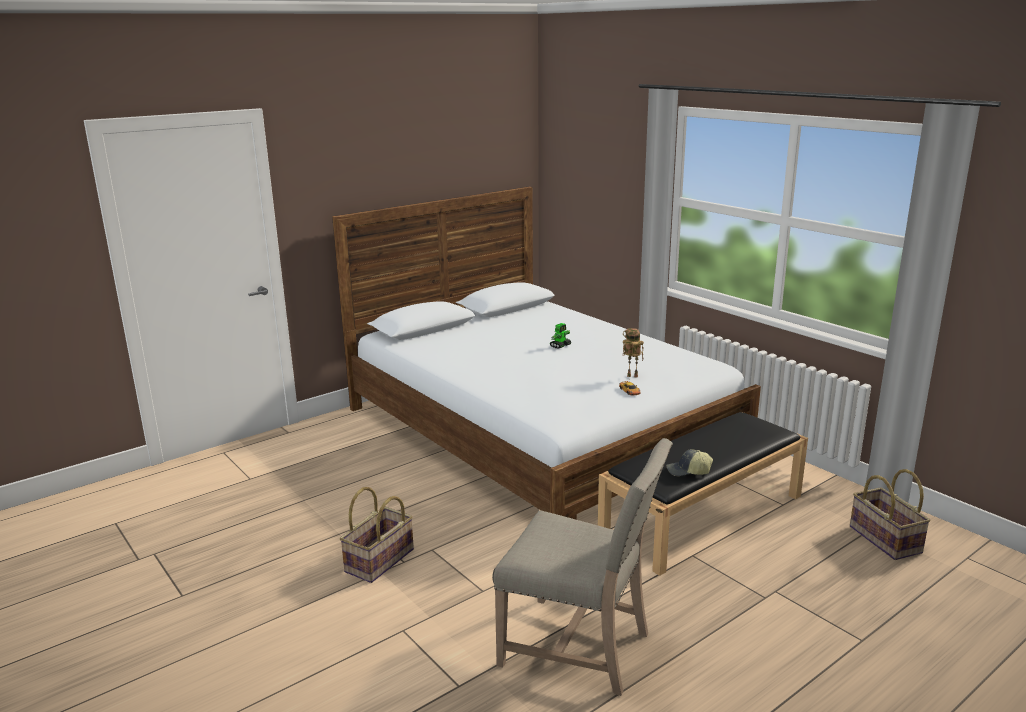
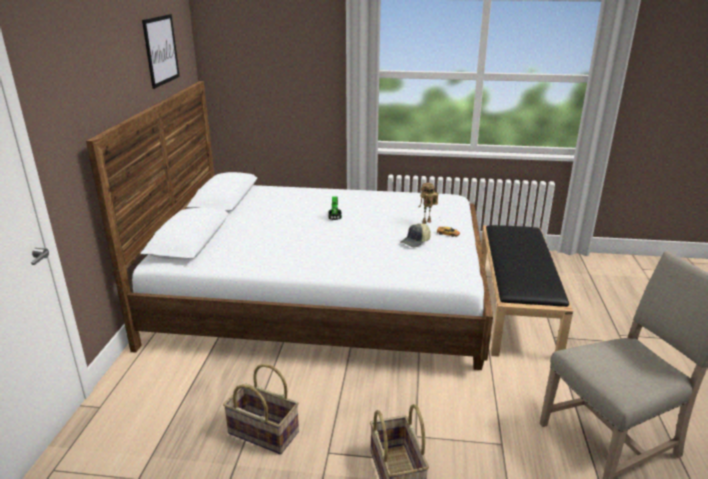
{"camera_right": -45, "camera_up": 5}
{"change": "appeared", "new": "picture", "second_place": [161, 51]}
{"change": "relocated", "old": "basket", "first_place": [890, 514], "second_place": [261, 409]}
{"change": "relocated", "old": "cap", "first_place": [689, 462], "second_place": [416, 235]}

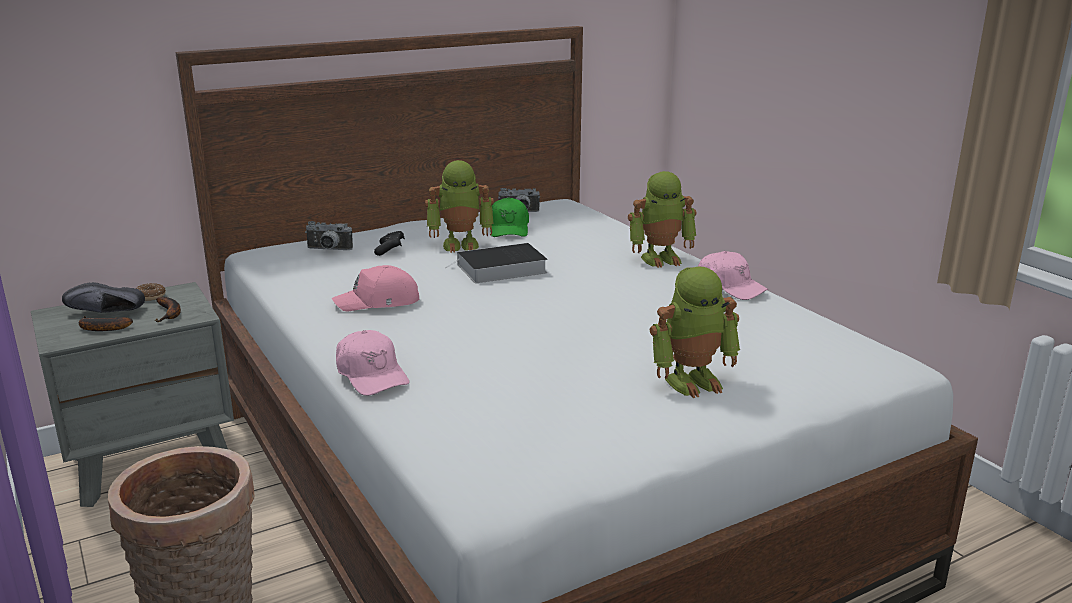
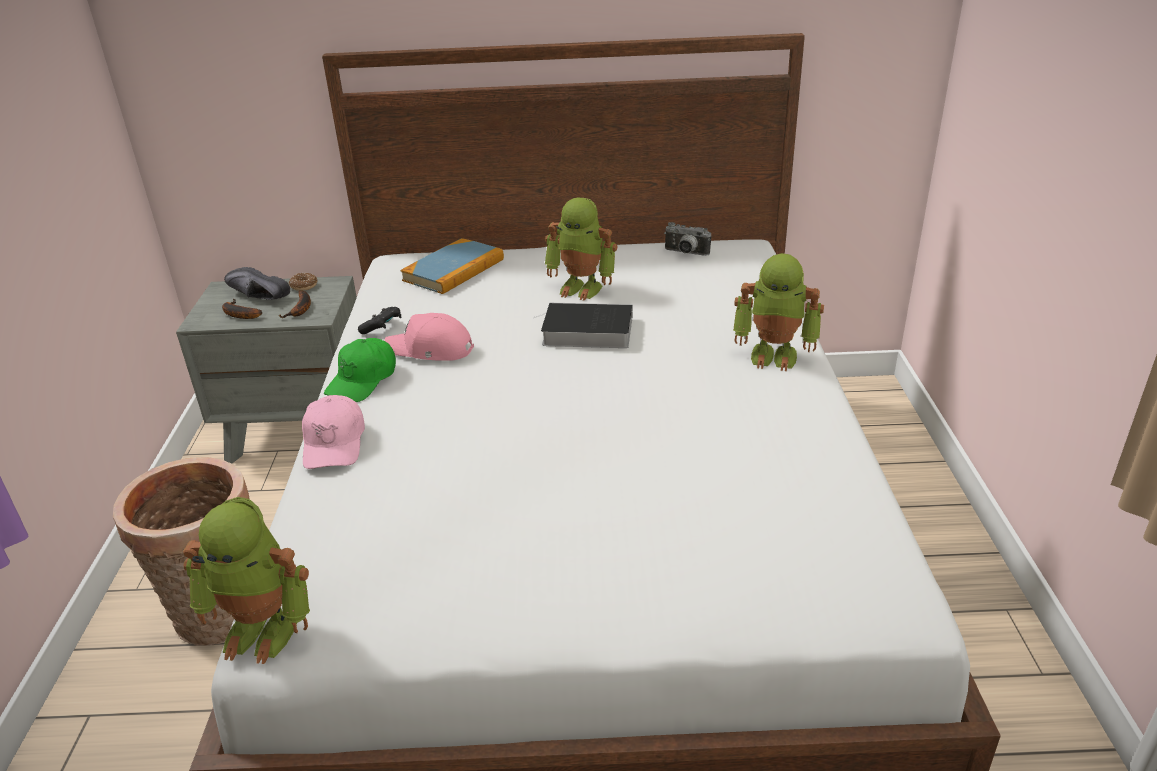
{"camera_right": 30, "camera_up": 10}
{"change": "relocated", "old": "toy robot", "first_place": [695, 332], "second_place": [246, 580]}
{"change": "relocated", "old": "green cap", "first_place": [509, 217], "second_place": [360, 370]}
{"change": "relocated", "old": "black game controller", "first_place": [389, 243], "second_place": [379, 320]}
{"change": "exchanged", "old": "photo camera", "new": "book", "first_place": [329, 235], "second_place": [452, 266]}
{"change": "missing", "old": "pink cap", "first_place": [733, 275]}

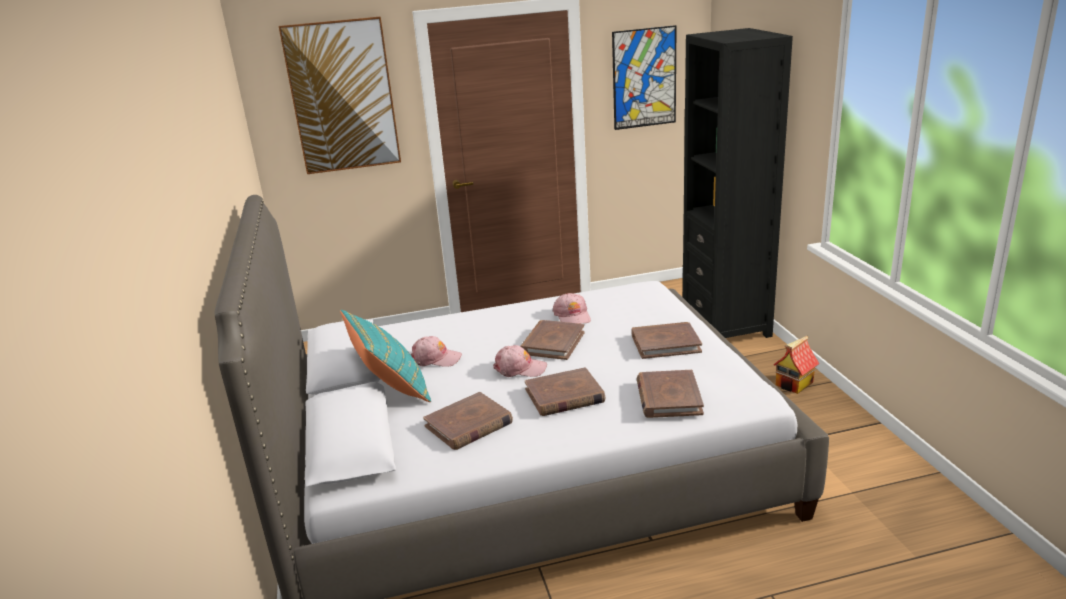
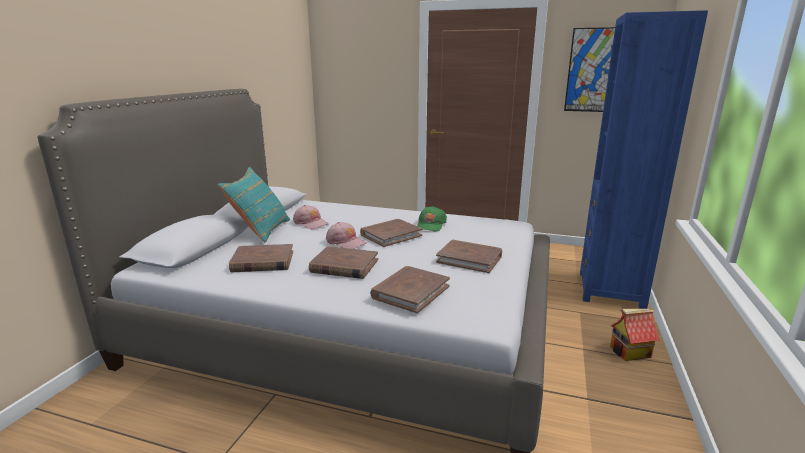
{"camera_right": 30, "camera_up": -5}
{"change": "colour", "old": "pink cap", "new": "green cap", "first_place": [572, 308], "second_place": [432, 218]}
{"change": "colour", "old": "black bookcase", "new": "blue bookcase", "first_place": [738, 183], "second_place": [644, 159]}
{"change": "missing", "old": "picture", "first_place": [340, 95]}

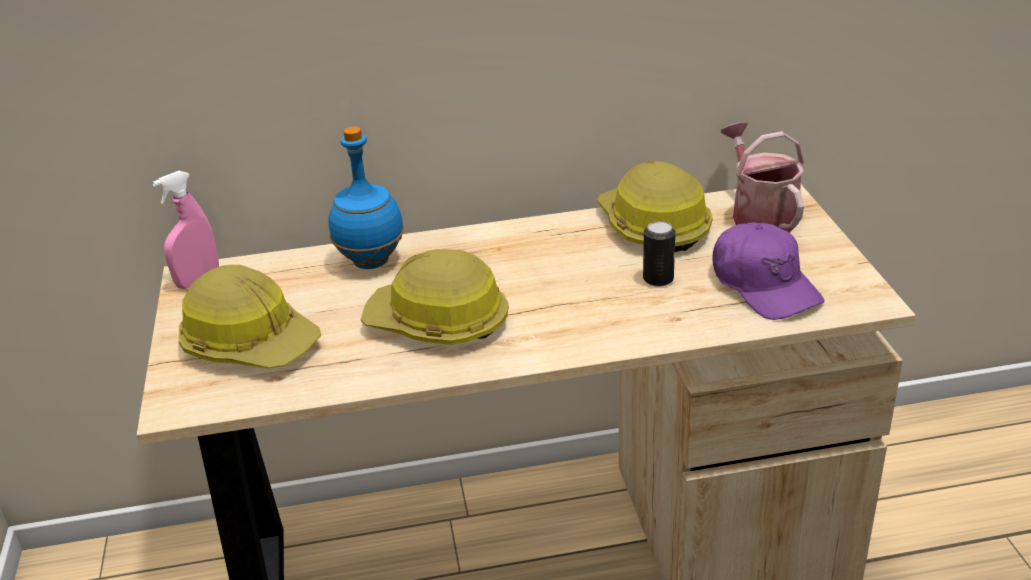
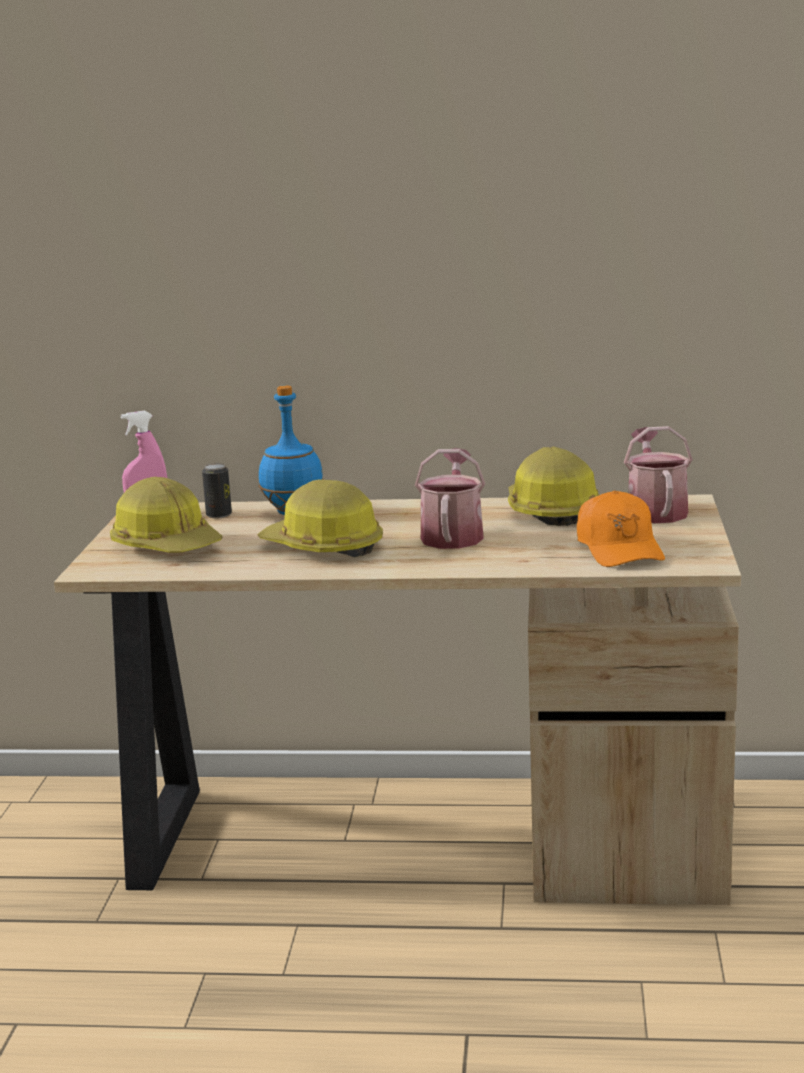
{"camera_right": 15, "camera_up": -15}
{"change": "relocated", "old": "can", "first_place": [659, 254], "second_place": [217, 491]}
{"change": "appeared", "new": "watering can", "second_place": [450, 498]}
{"change": "colour", "old": "purple cap", "new": "orange cap", "first_place": [769, 271], "second_place": [621, 528]}

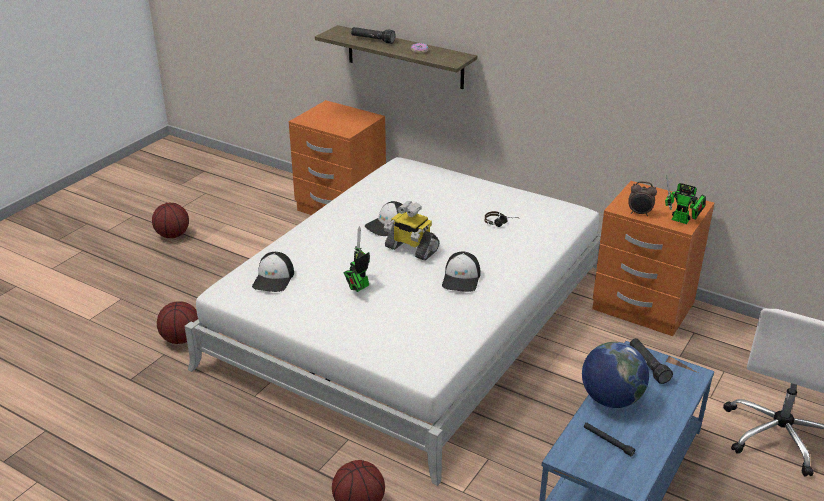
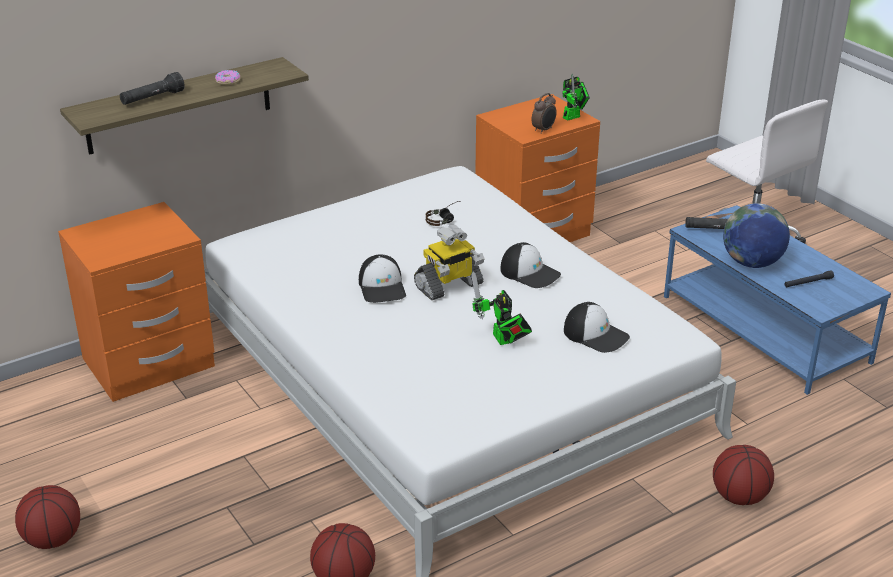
{"camera_right": -65, "camera_up": 0}
{"change": "relocated", "old": "cap", "first_place": [273, 272], "second_place": [597, 327]}

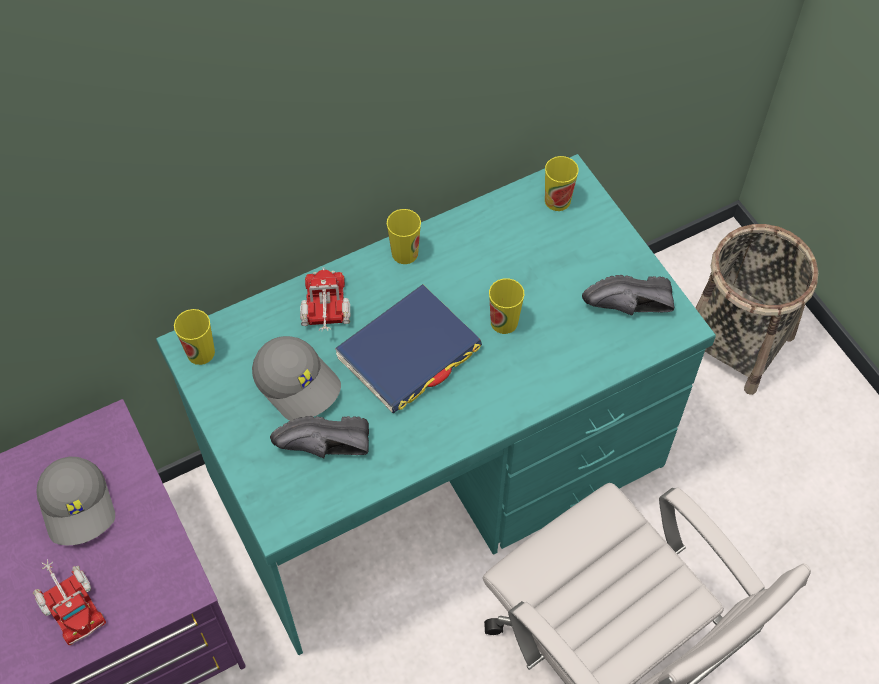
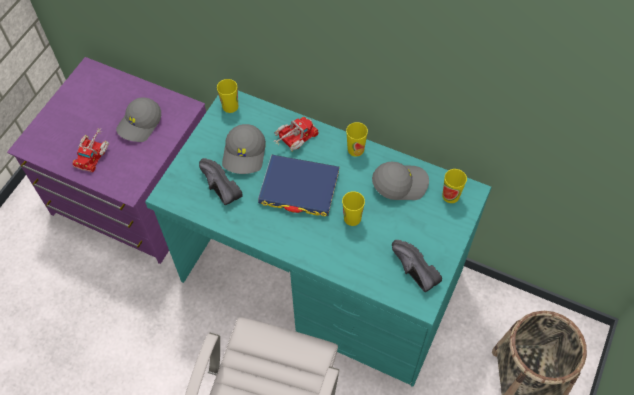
{"camera_right": 55, "camera_up": 0}
{"change": "appeared", "new": "grey cap", "second_place": [400, 180]}

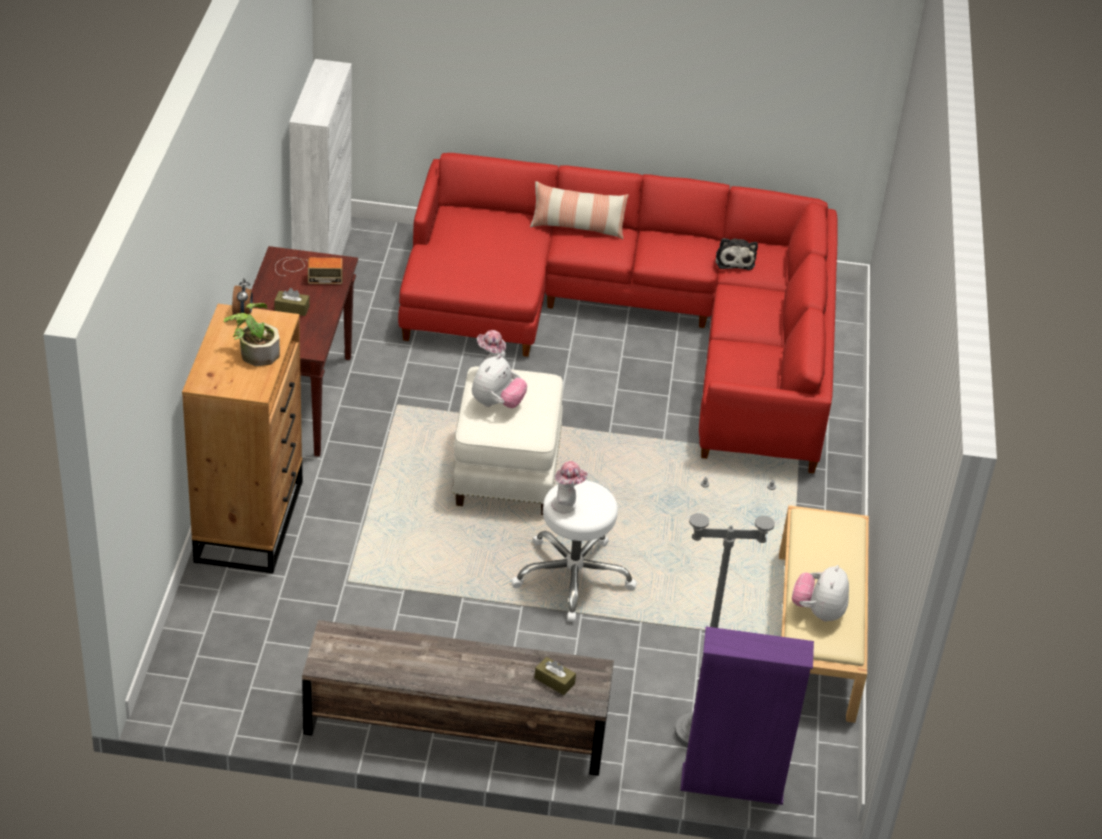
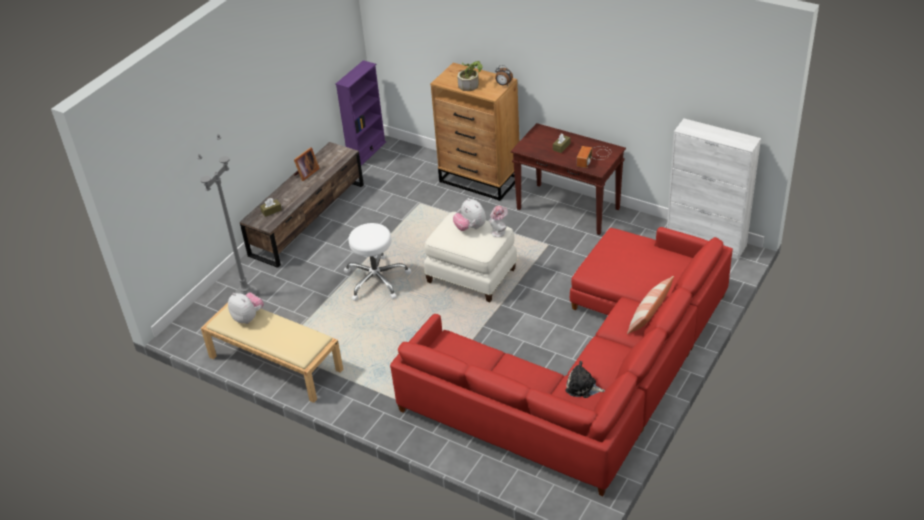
{"camera_right": 120, "camera_up": 0}
{"change": "appeared", "new": "picture frame", "second_place": [307, 164]}
{"change": "relocated", "old": "purple bookcase", "first_place": [747, 715], "second_place": [360, 113]}
{"change": "missing", "old": "hat", "first_place": [569, 487]}

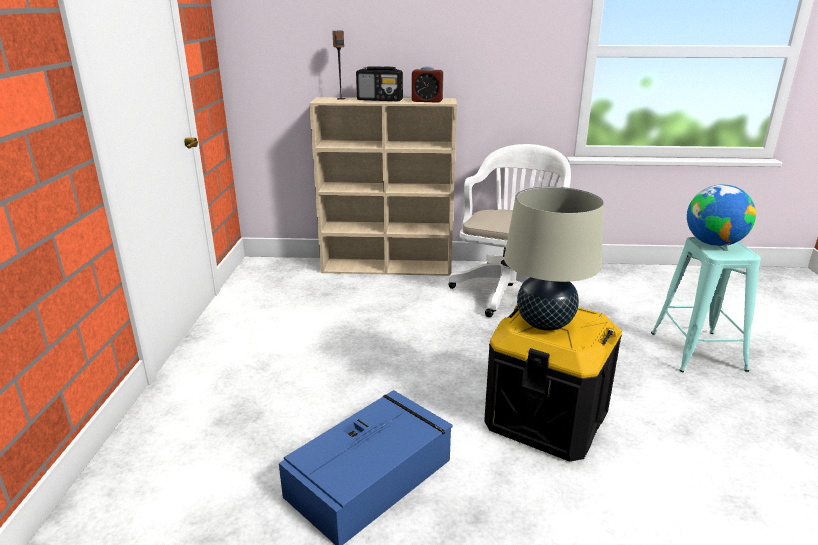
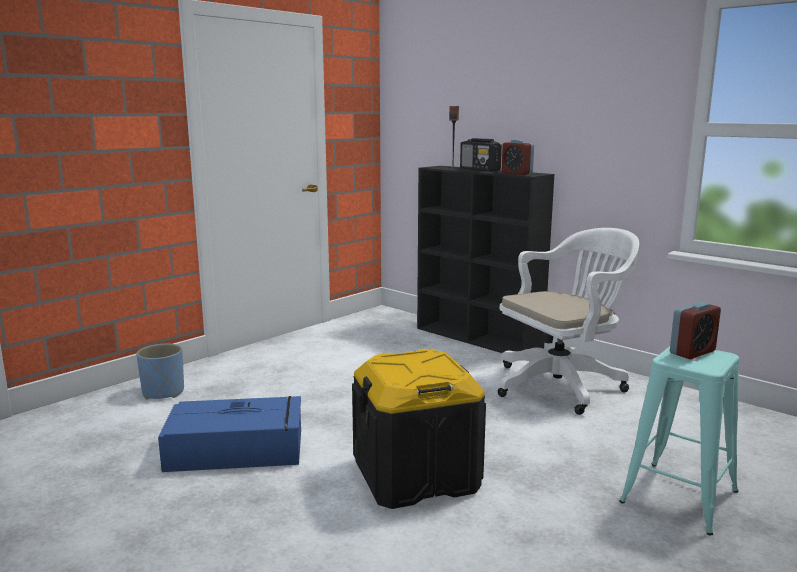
{"camera_right": 40, "camera_up": -10}
{"change": "appeared", "new": "blue planter", "second_place": [160, 371]}
{"change": "colour", "old": "beige bookcase", "new": "black bookcase", "first_place": [383, 186], "second_place": [485, 259]}
{"change": "exchanged", "old": "globe", "new": "alarm clock", "first_place": [721, 215], "second_place": [695, 330]}
{"change": "missing", "old": "beige table lamp", "first_place": [554, 259]}

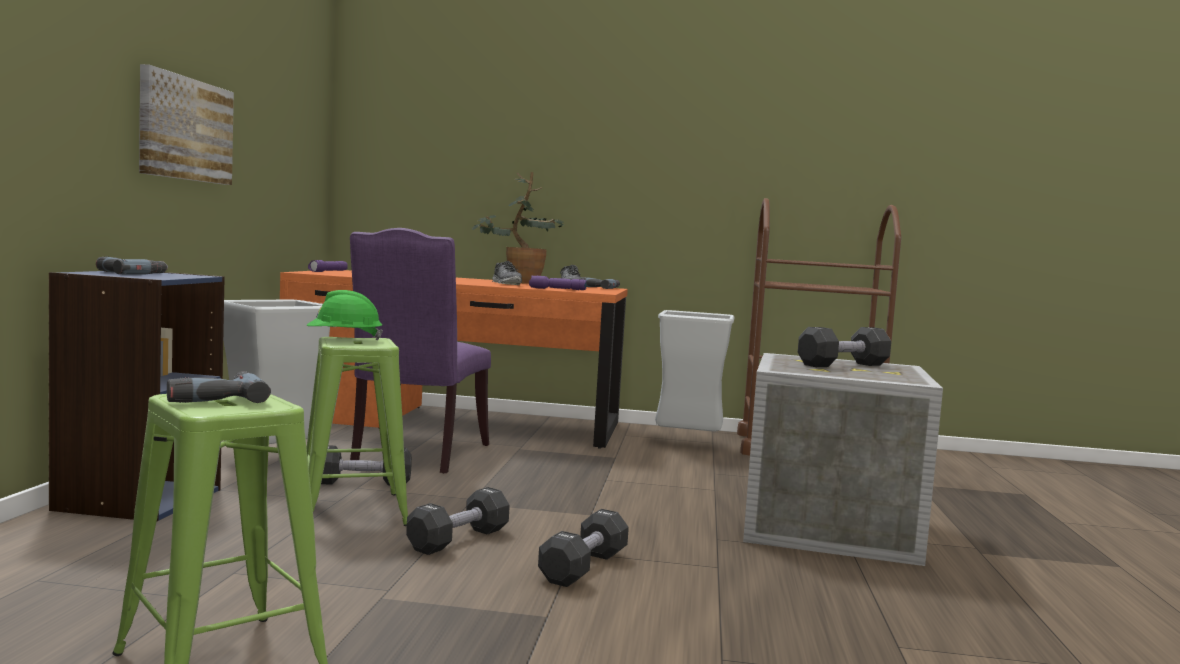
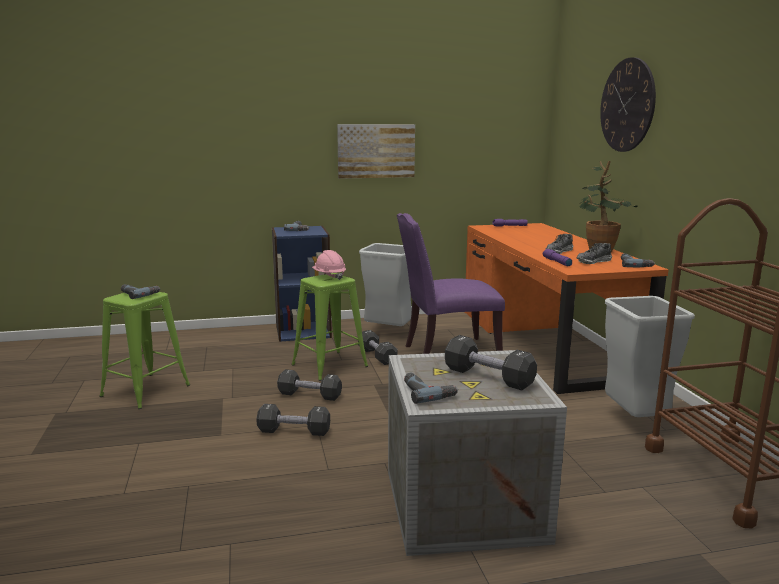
{"camera_right": 70, "camera_up": 10}
{"change": "colour", "old": "green hard hat", "new": "pink hard hat", "first_place": [345, 315], "second_place": [329, 265]}
{"change": "appeared", "new": "power drill", "second_place": [431, 388]}
{"change": "appeared", "new": "wall clock", "second_place": [628, 104]}

